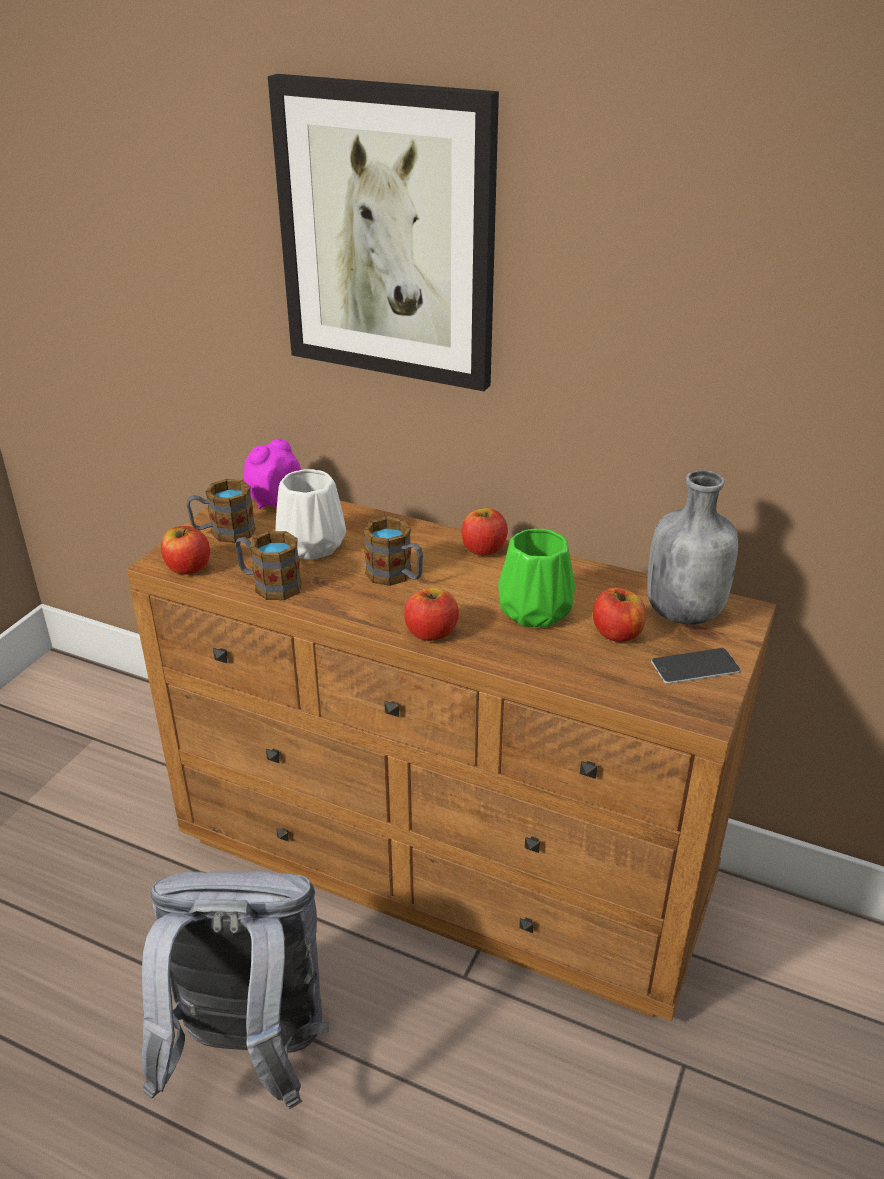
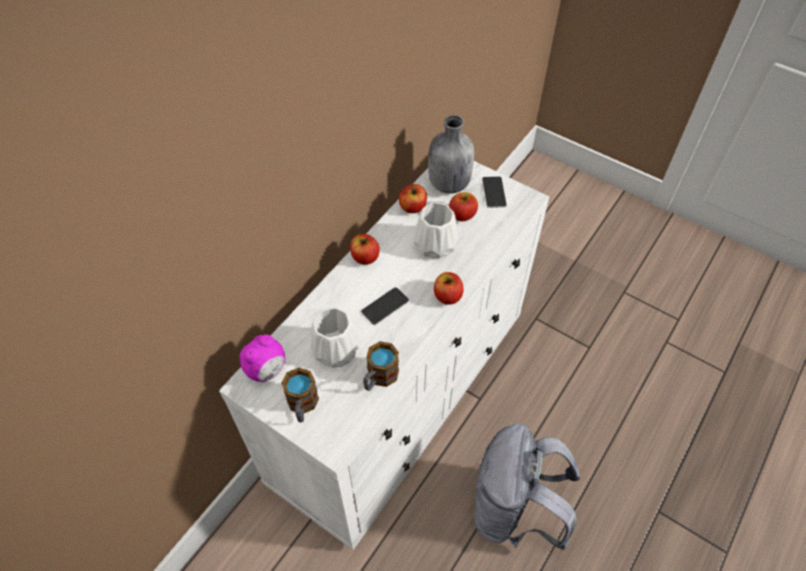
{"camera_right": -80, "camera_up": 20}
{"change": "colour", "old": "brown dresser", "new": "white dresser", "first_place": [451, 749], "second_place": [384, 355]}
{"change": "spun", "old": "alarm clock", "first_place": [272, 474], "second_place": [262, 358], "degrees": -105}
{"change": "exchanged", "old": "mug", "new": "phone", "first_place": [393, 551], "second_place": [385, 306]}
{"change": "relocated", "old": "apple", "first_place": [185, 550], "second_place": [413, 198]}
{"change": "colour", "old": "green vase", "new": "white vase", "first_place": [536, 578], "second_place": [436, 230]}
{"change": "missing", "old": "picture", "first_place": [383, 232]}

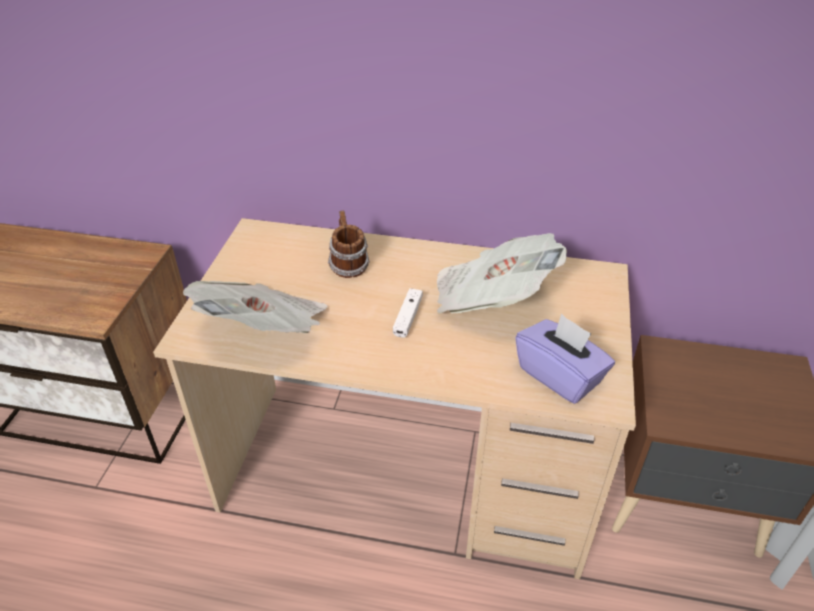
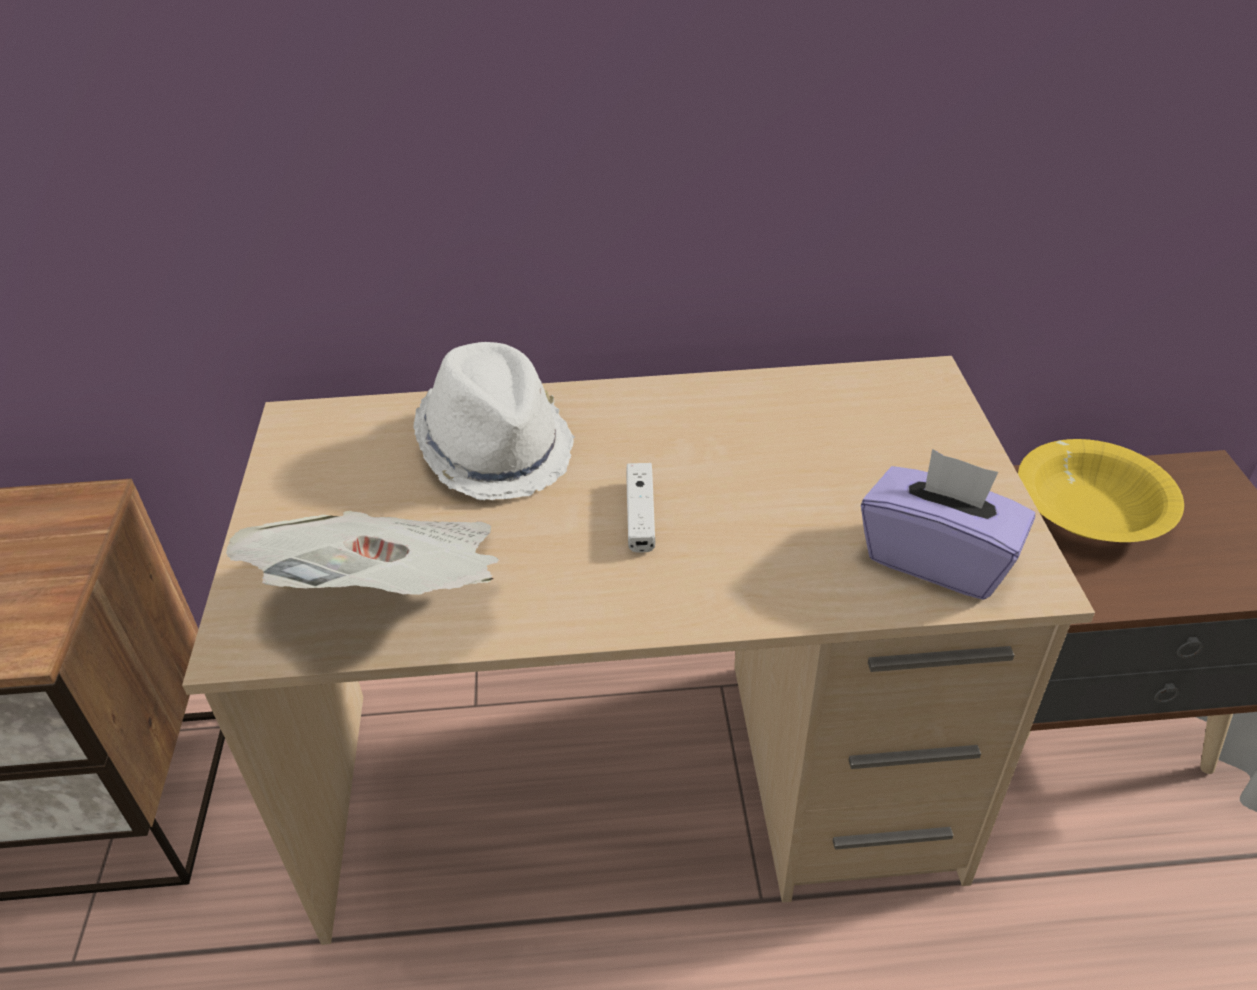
{"camera_right": -15, "camera_up": 0}
{"change": "exchanged", "old": "mug", "new": "white hat", "first_place": [349, 244], "second_place": [494, 421]}
{"change": "appeared", "new": "yellow bowl", "second_place": [1101, 490]}
{"change": "missing", "old": "newspaper", "first_place": [502, 273]}

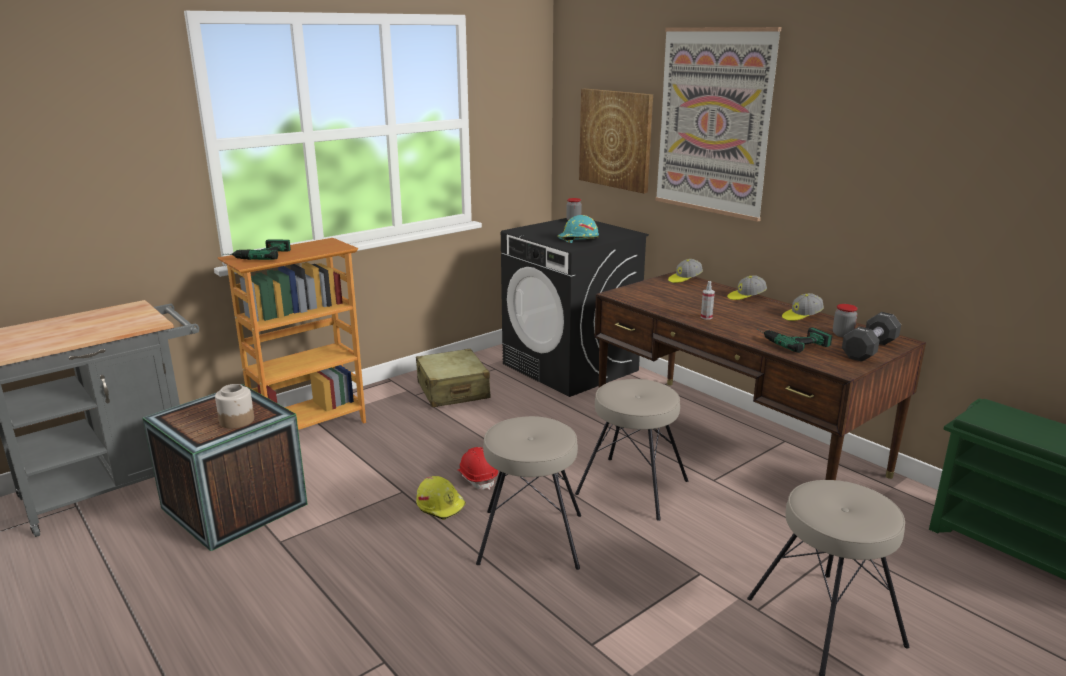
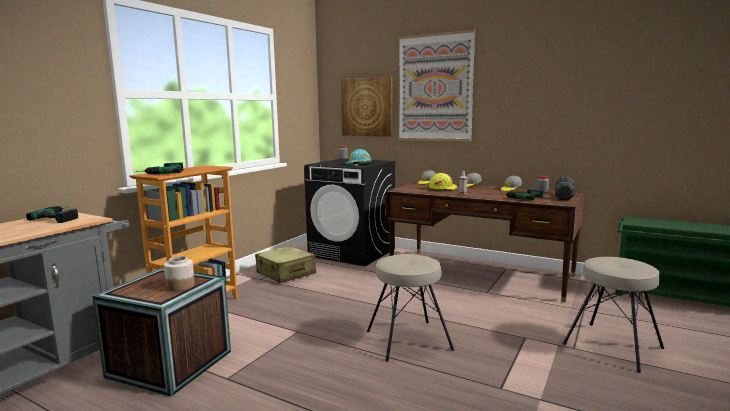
{"camera_right": -20, "camera_up": -10}
{"change": "appeared", "new": "power drill", "second_place": [52, 214]}
{"change": "relocated", "old": "yellow hard hat", "first_place": [441, 498], "second_place": [443, 182]}
{"change": "missing", "old": "red hard hat", "first_place": [477, 468]}
{"change": "missing", "old": "beige stool", "first_place": [631, 450]}

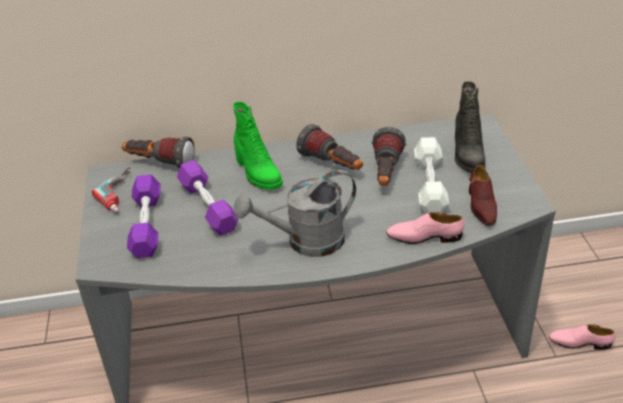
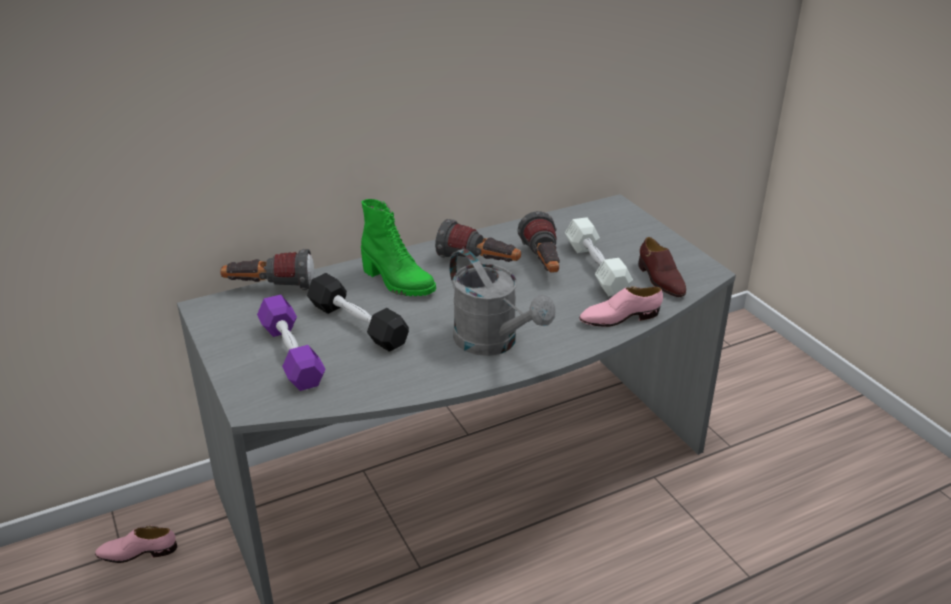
{"camera_right": -20, "camera_up": -5}
{"change": "relocated", "old": "pink shoe", "first_place": [582, 337], "second_place": [136, 544]}
{"change": "colour", "old": "purple dumbbell", "new": "black dumbbell", "first_place": [208, 198], "second_place": [358, 312]}
{"change": "spun", "old": "grey watering can", "first_place": [295, 213], "second_place": [502, 302], "degrees": -90}
{"change": "missing", "old": "power drill", "first_place": [111, 189]}
{"change": "missing", "old": "black boot", "first_place": [470, 127]}

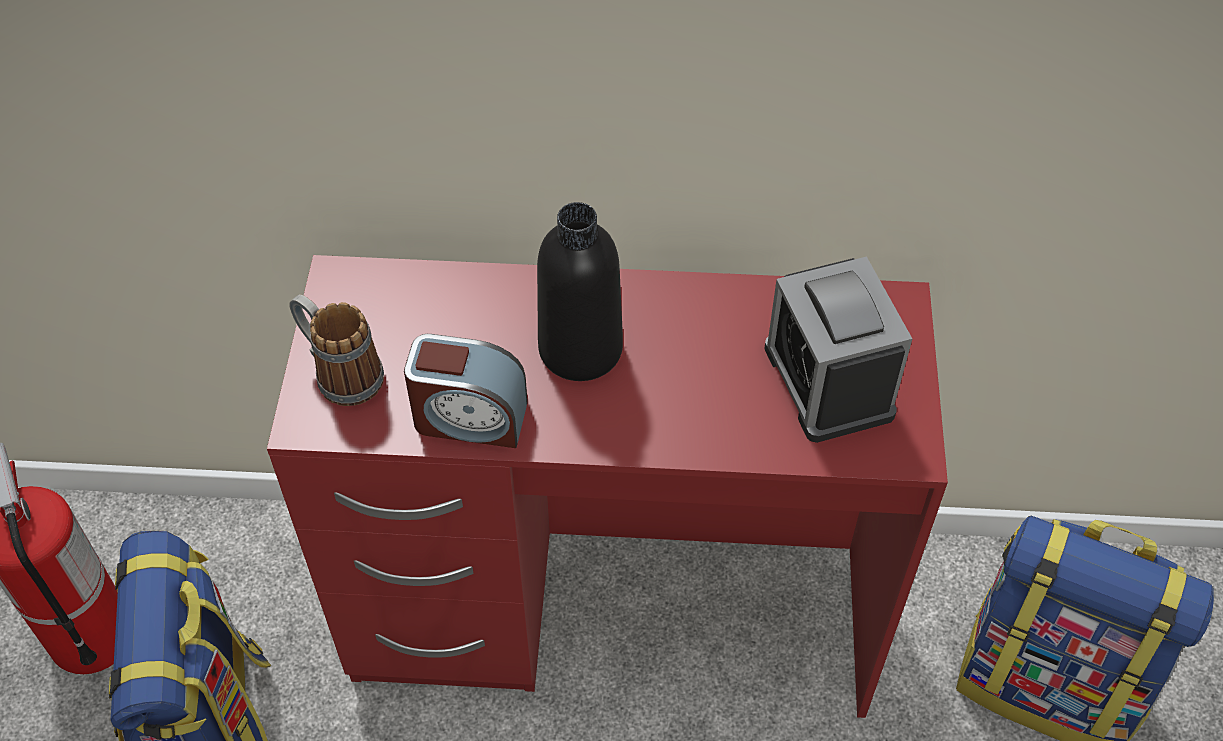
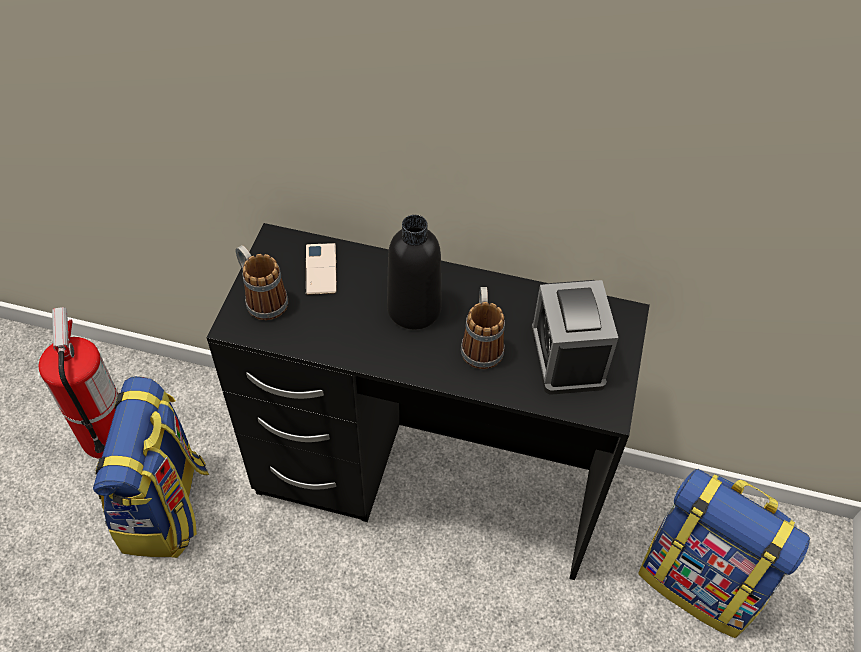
{"camera_right": 10, "camera_up": 0}
{"change": "colour", "old": "red desk", "new": "black desk", "first_place": [607, 486], "second_place": [428, 401]}
{"change": "appeared", "new": "phone", "second_place": [321, 269]}
{"change": "appeared", "new": "mug", "second_place": [483, 328]}
{"change": "missing", "old": "alarm clock", "first_place": [466, 391]}

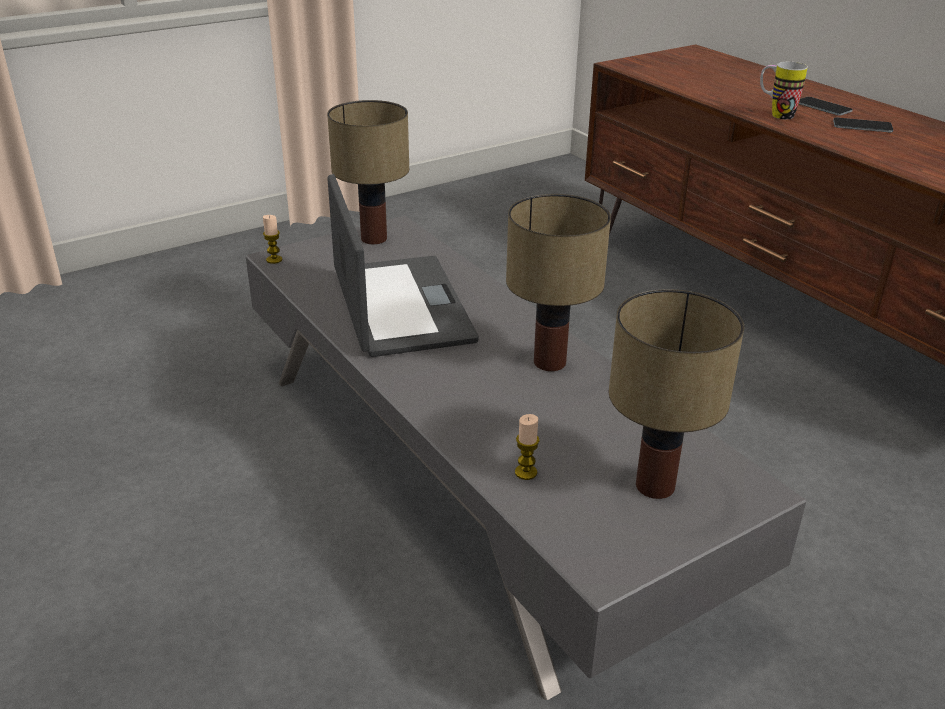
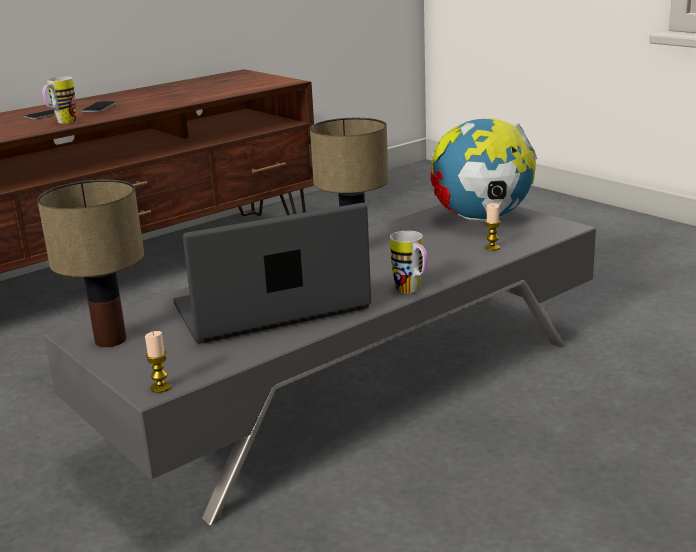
{"camera_right": -95, "camera_up": -10}
{"change": "appeared", "new": "mug", "second_place": [409, 262]}
{"change": "exchanged", "old": "table lamp", "new": "globe", "first_place": [676, 394], "second_place": [483, 170]}

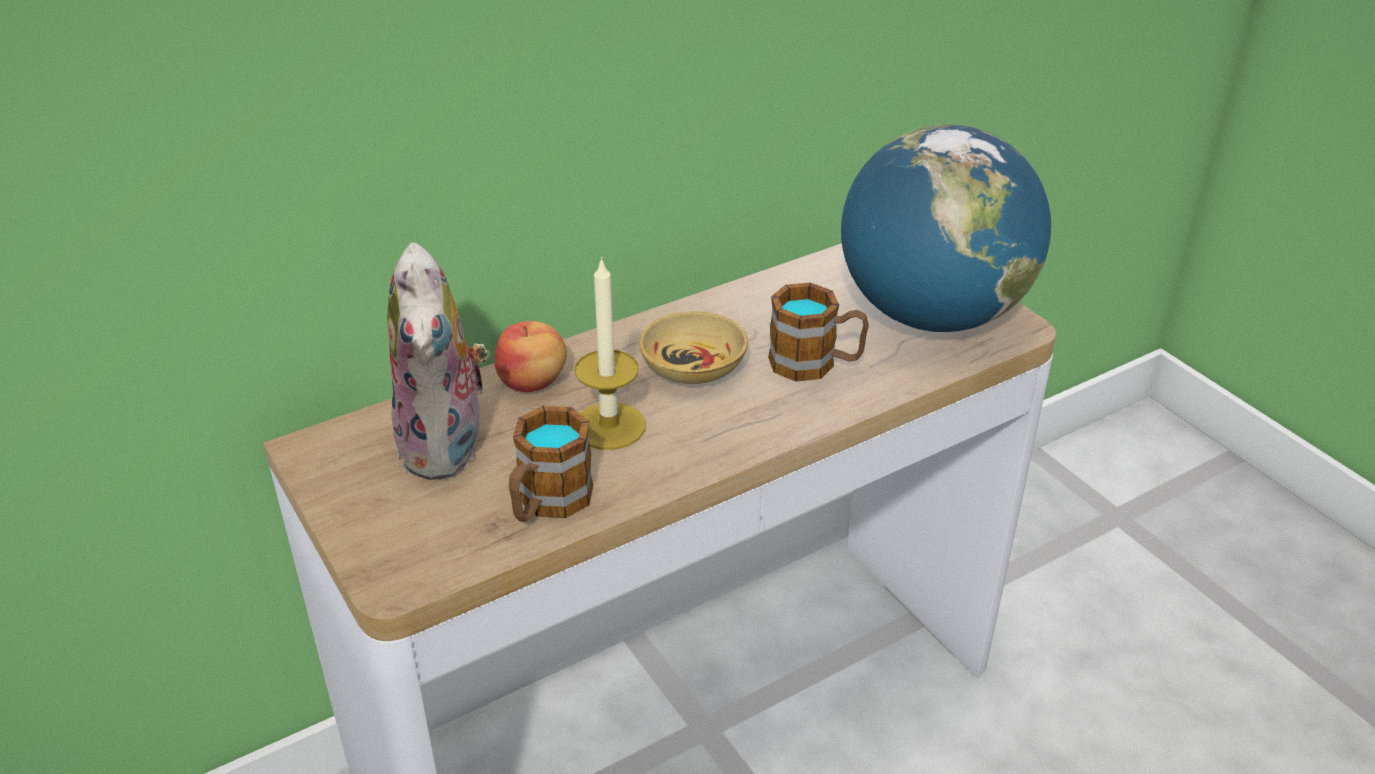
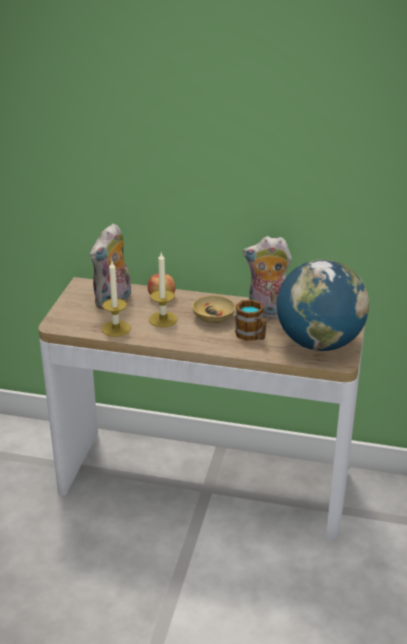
{"camera_right": 45, "camera_up": -5}
{"change": "exchanged", "old": "mug", "new": "candle", "first_place": [551, 464], "second_place": [116, 299]}
{"change": "appeared", "new": "plush toy", "second_place": [267, 277]}

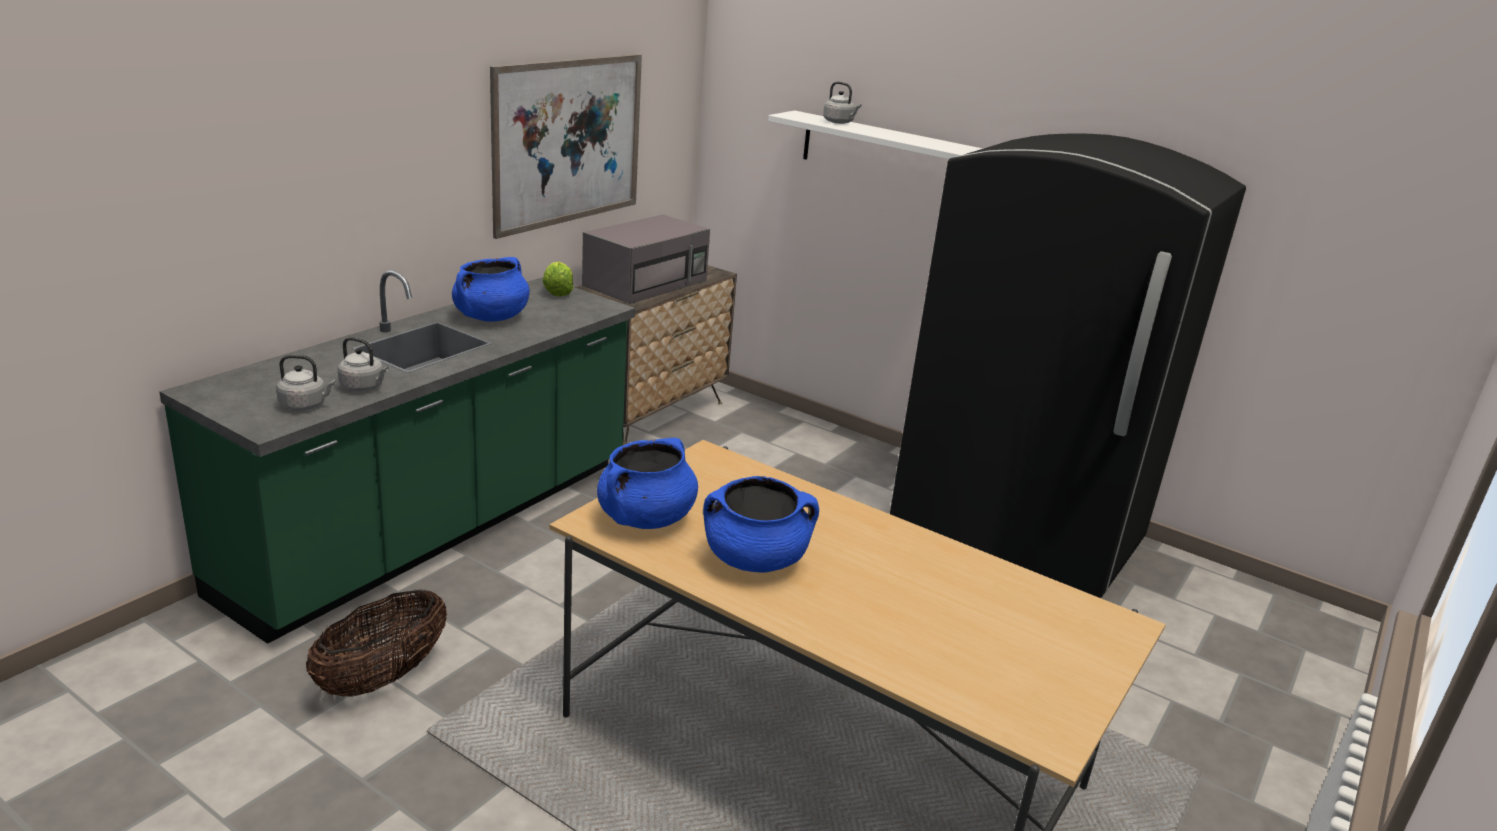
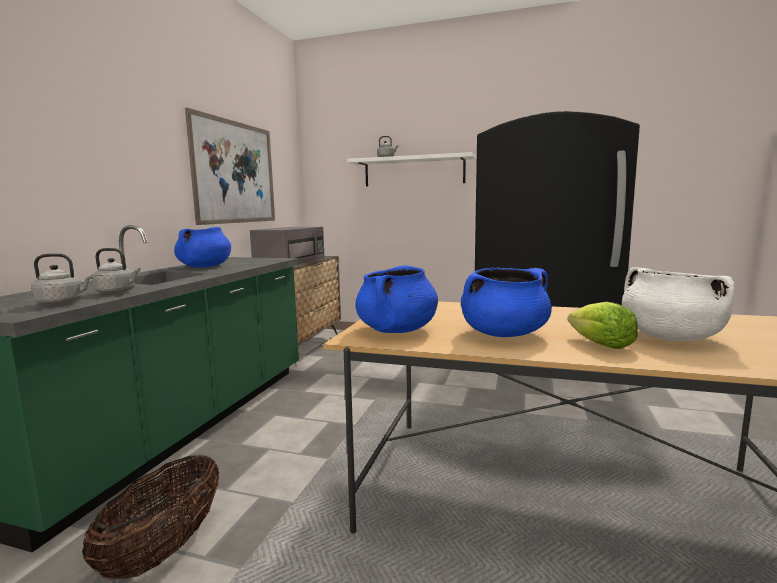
{"camera_right": -15, "camera_up": -15}
{"change": "relocated", "old": "lettuce", "first_place": [558, 279], "second_place": [603, 325]}
{"change": "appeared", "new": "white cooking pot", "second_place": [678, 304]}

